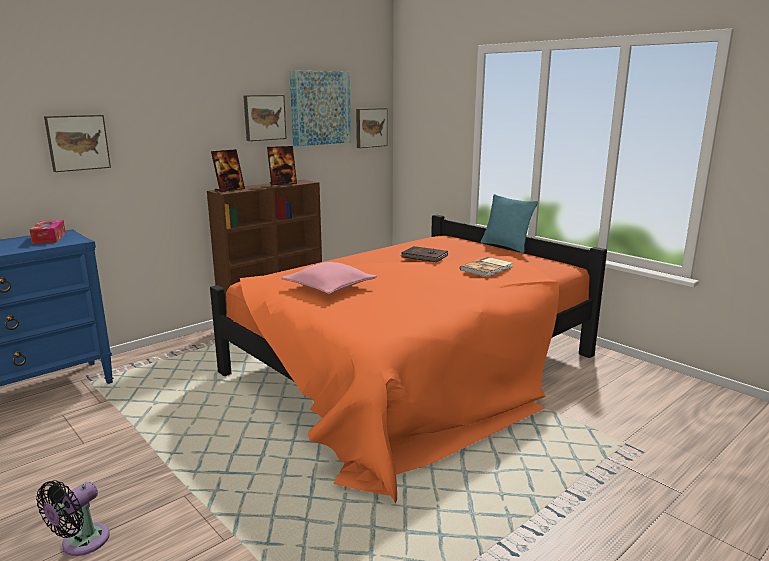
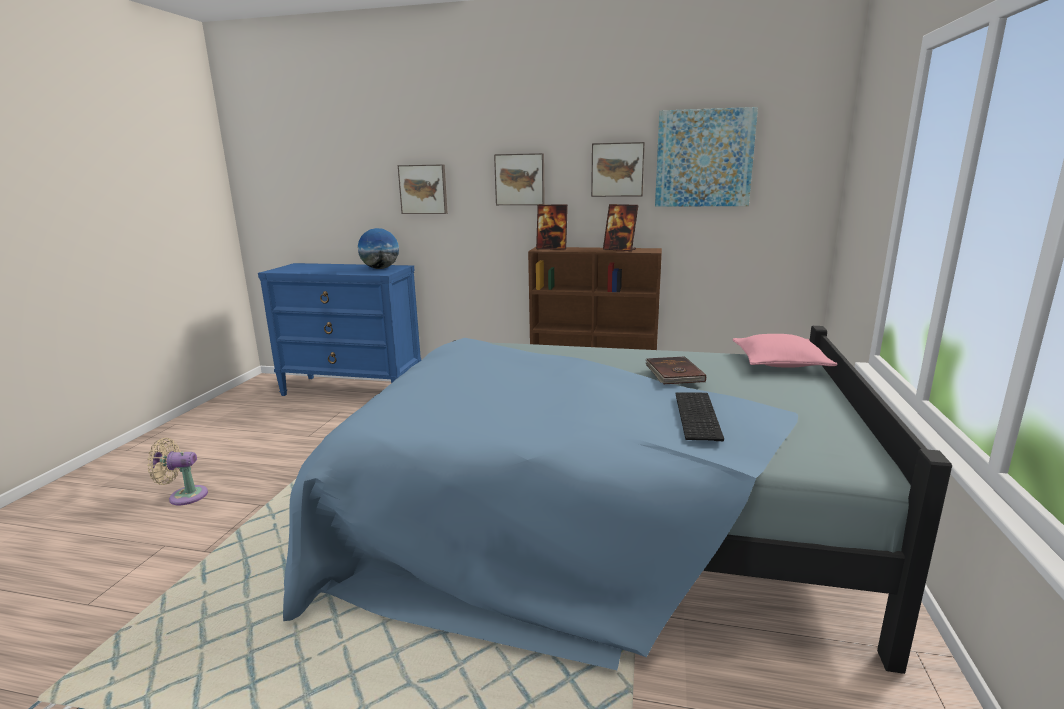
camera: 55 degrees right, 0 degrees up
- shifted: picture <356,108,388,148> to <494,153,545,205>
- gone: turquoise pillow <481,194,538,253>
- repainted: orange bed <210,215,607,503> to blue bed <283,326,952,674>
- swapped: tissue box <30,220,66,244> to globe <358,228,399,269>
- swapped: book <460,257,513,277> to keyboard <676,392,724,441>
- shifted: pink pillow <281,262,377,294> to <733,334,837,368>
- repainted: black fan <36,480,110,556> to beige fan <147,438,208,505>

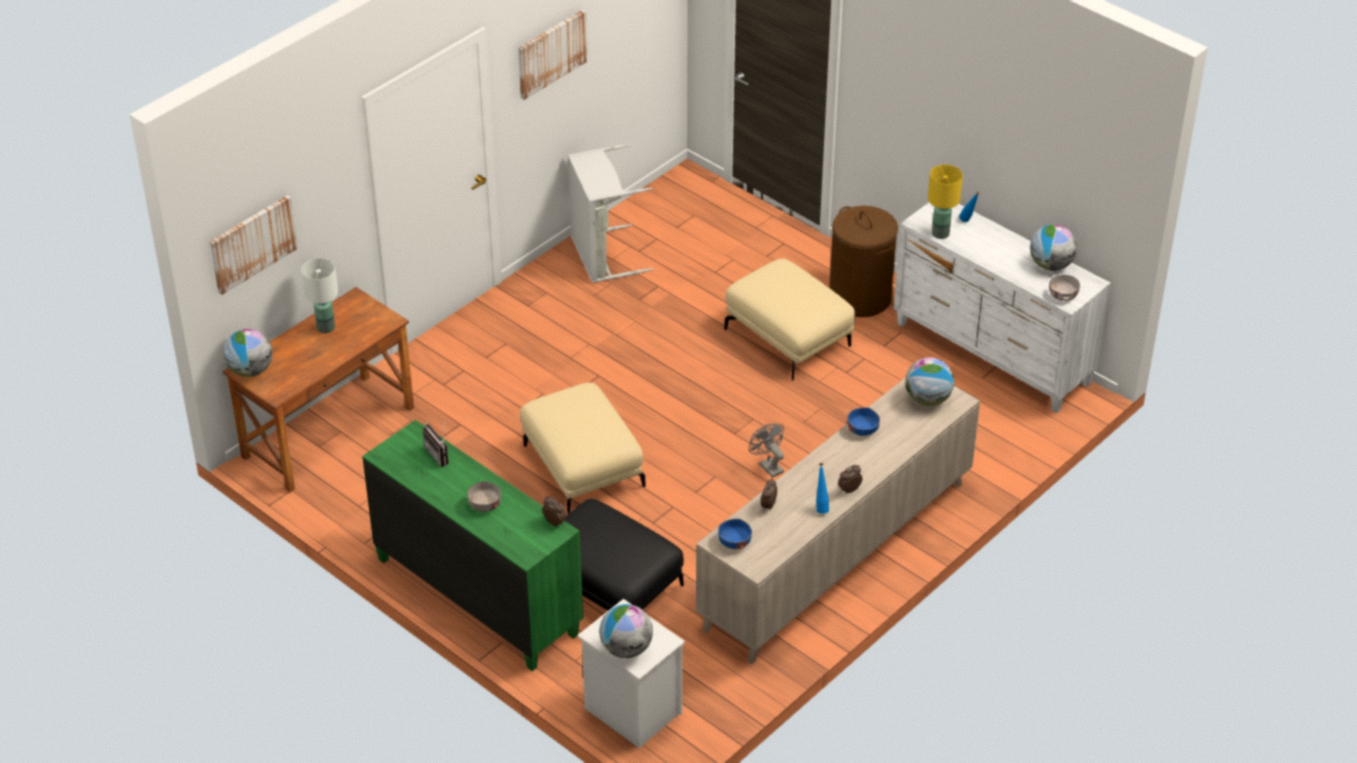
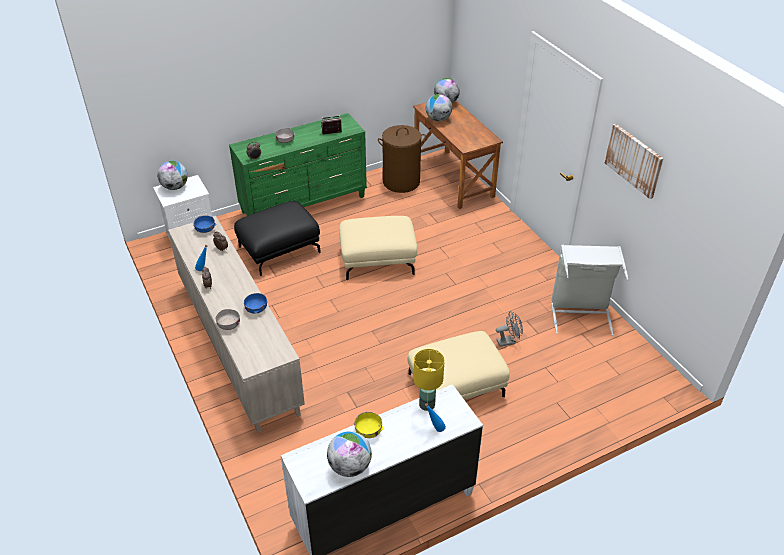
camera: 110 degrees right, 0 degrees up
- gone: picture <210,195,298,295>
- shifted: brown laundry basket <829,206,898,317> to <378,125,426,193>
- gone: white table lamp <301,258,338,333>
- shifted: grey bowl <1049,275,1080,301> to <216,309,240,330>
- shifted: globe <905,357,954,406> to <426,94,452,122>
- shifted: grey fan <749,423,784,478> to <496,311,523,347>
- new: yellow bowl <354,412,384,438>

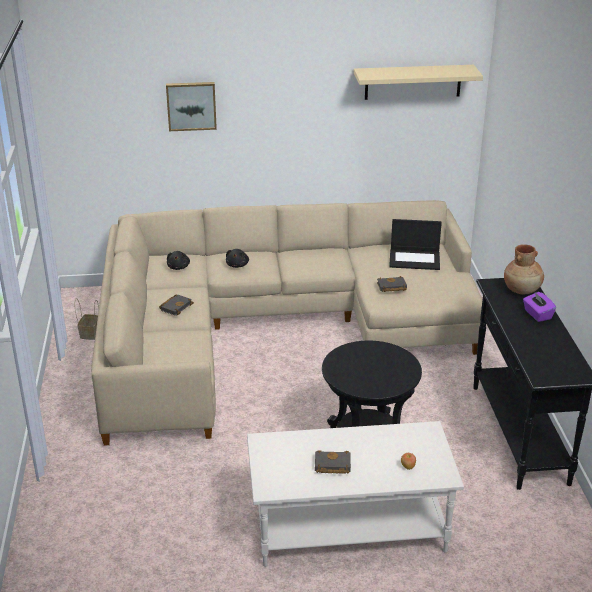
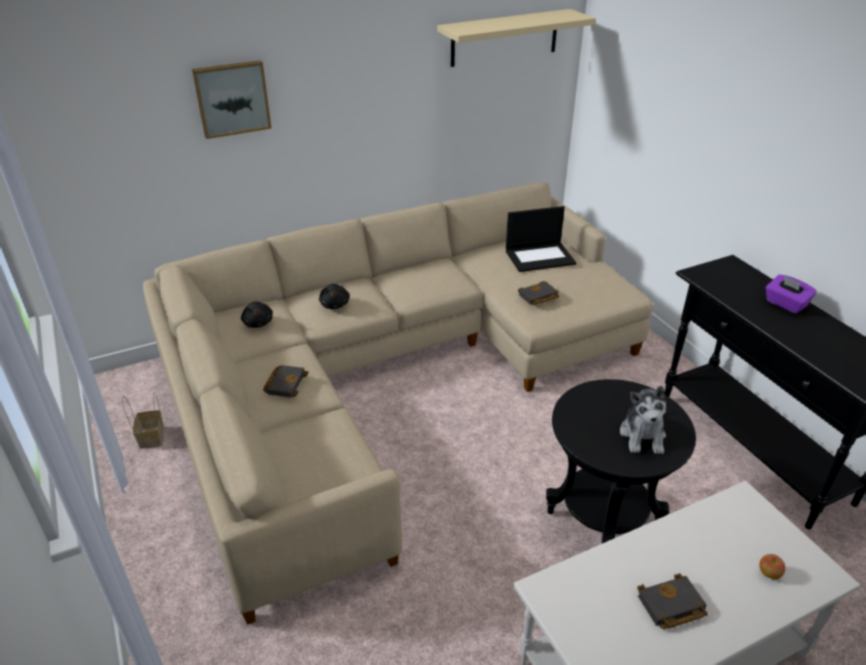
camera: 20 degrees left, 5 degrees up
- gone: brown vase <504,244,544,294>
- new: plush toy <620,386,666,454>

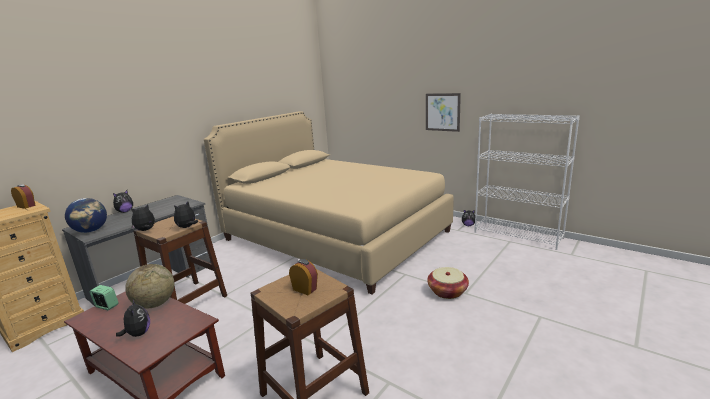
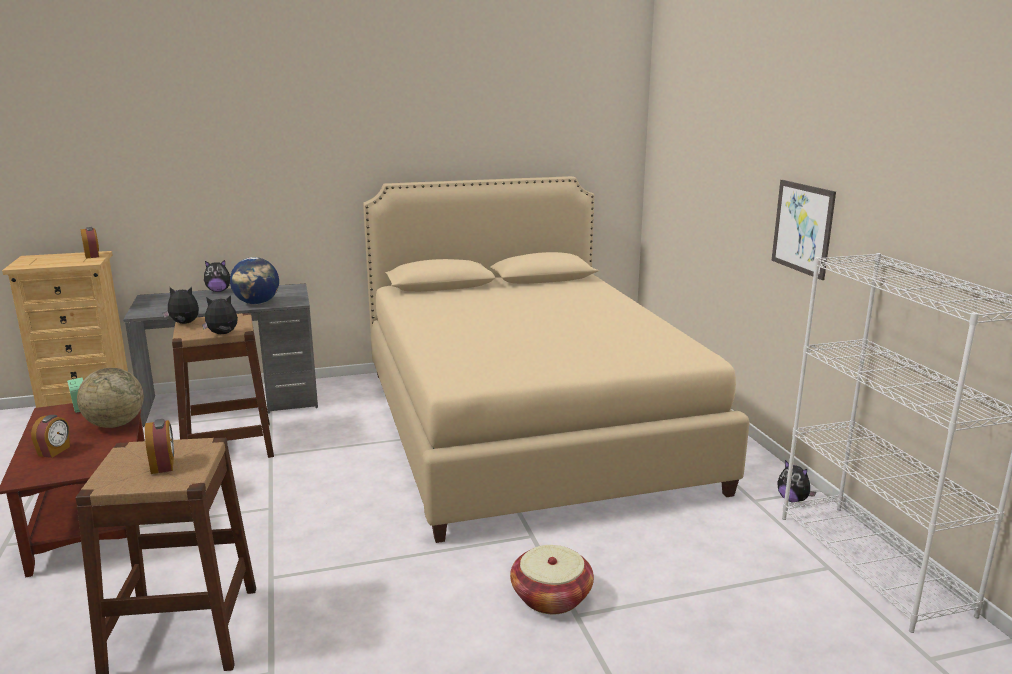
camera: 35 degrees right, 0 degrees up
- shifted: globe <65,198,107,233> to <230,257,279,304>
- swapped: plush toy <116,299,150,337> to alarm clock <31,415,70,458>

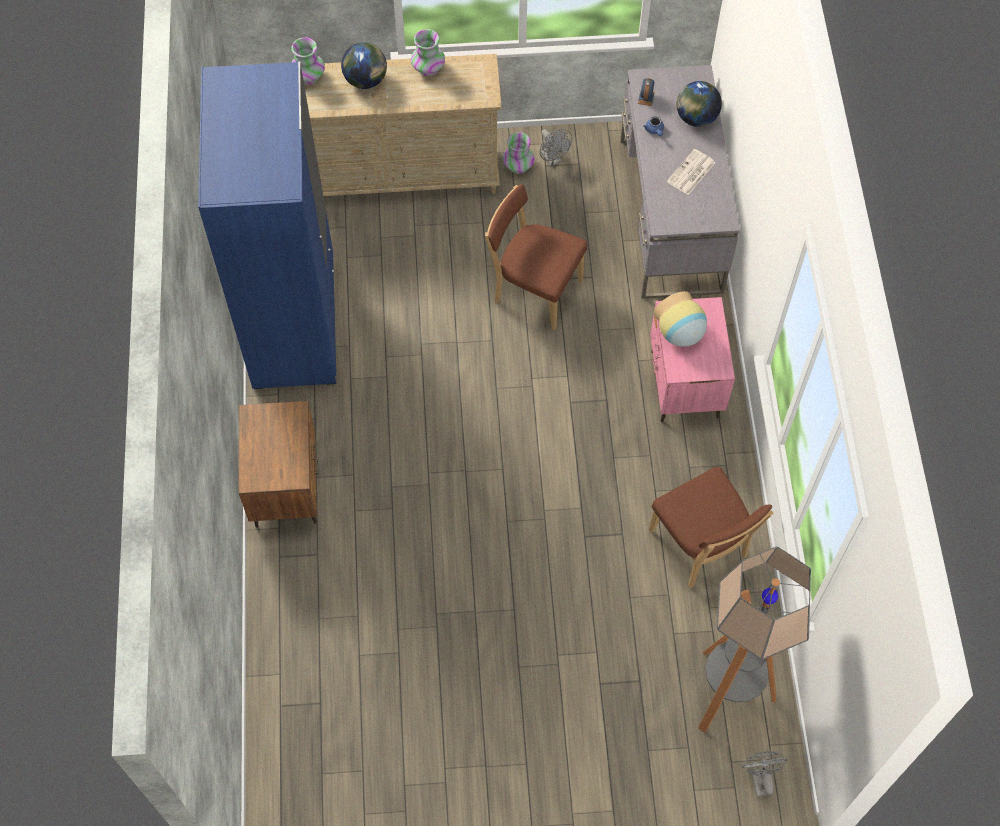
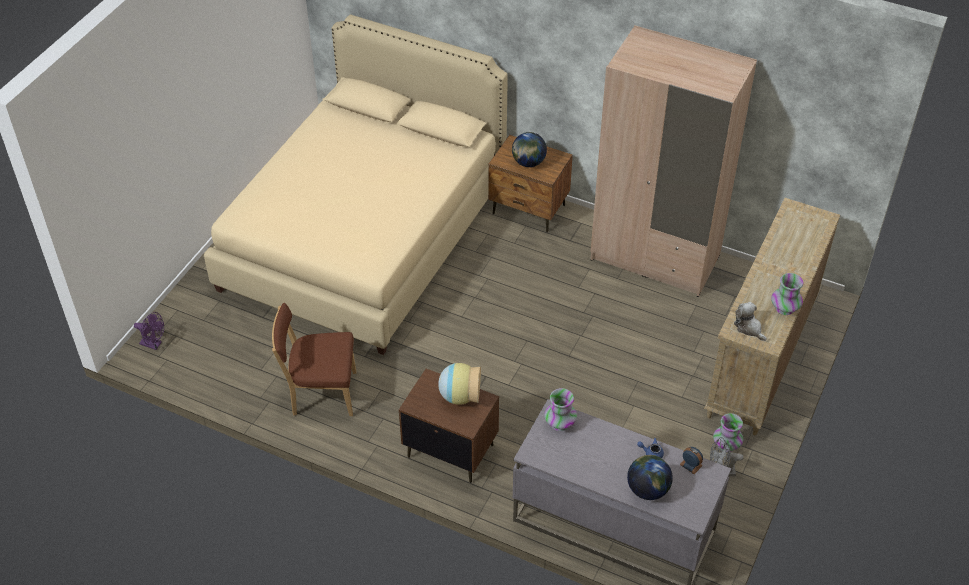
camera: 120 degrees right, 15 degrees down
- shifted: vase <291,37,325,85> to <544,388,577,431>
- shifted: globe <341,42,387,89> to <512,132,547,167>
- repainted: blue wardrobe <198,61,336,389> to beige wardrobe <590,25,757,297>
- gone: newspaper <667,149,715,195>
- gone: brown chair <485,184,587,330>
- repainted: pink nightstand <650,297,735,422> to brown nightstand <399,369,499,483>
- gone: floor lamp <698,547,811,733>
- repainted: grey fan <741,751,787,797> to purple fan <134,312,164,350>
- new: beige bed <204,15,508,355>
- new: plush toy <734,302,767,341>

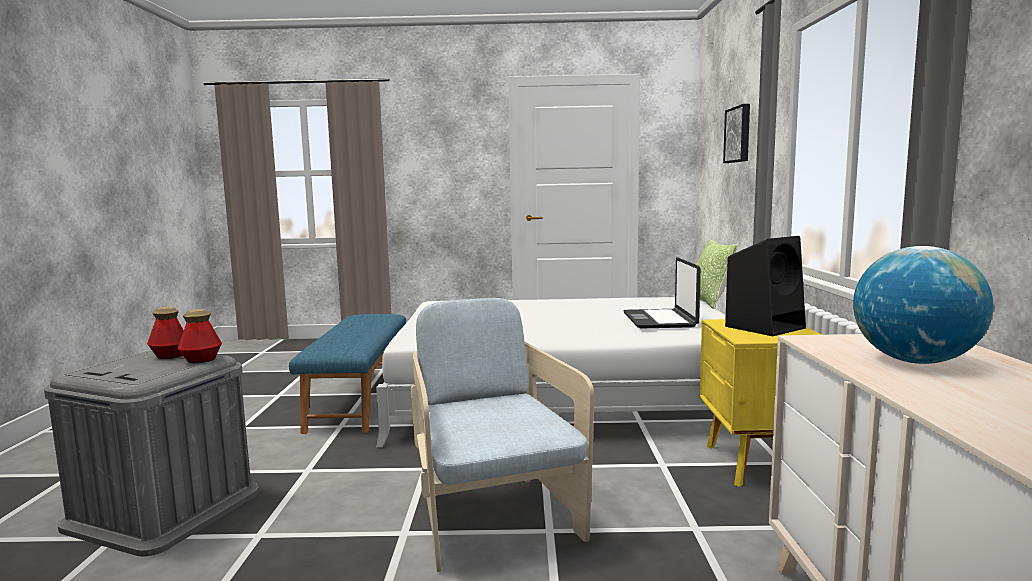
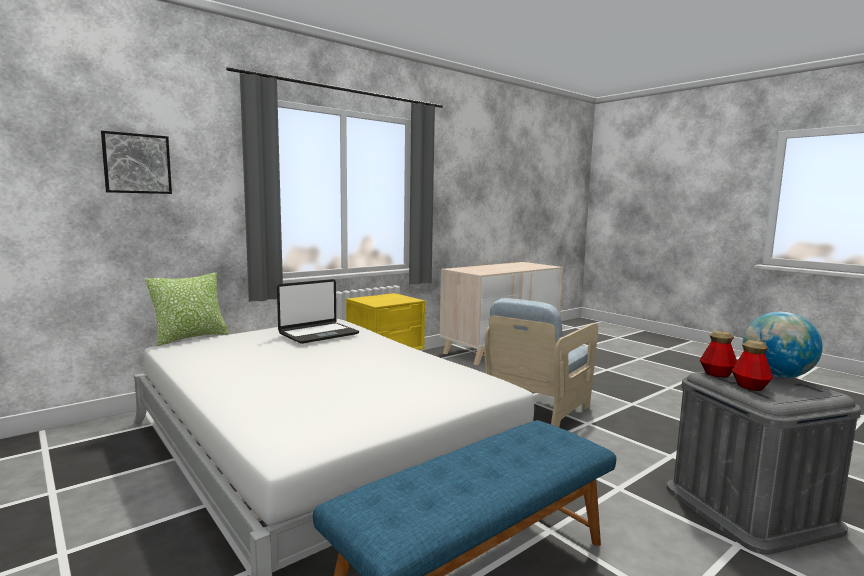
camera: 130 degrees left, 0 degrees up
- gone: black speaker <725,236,806,336>
- shifted: globe <853,246,994,364> to <743,312,823,378>

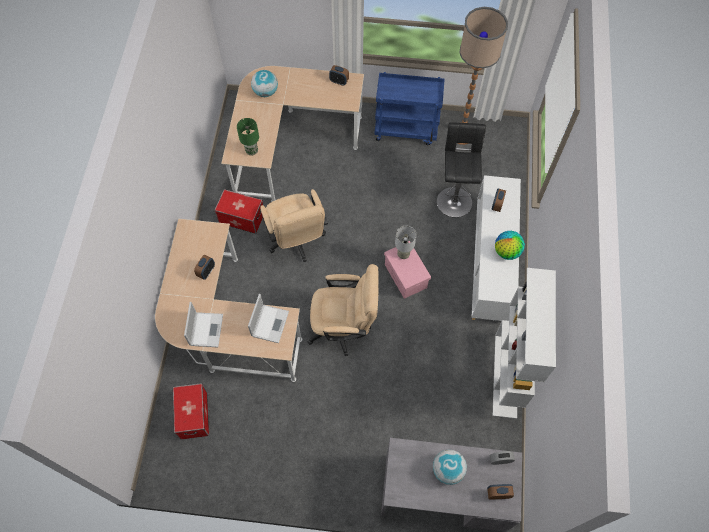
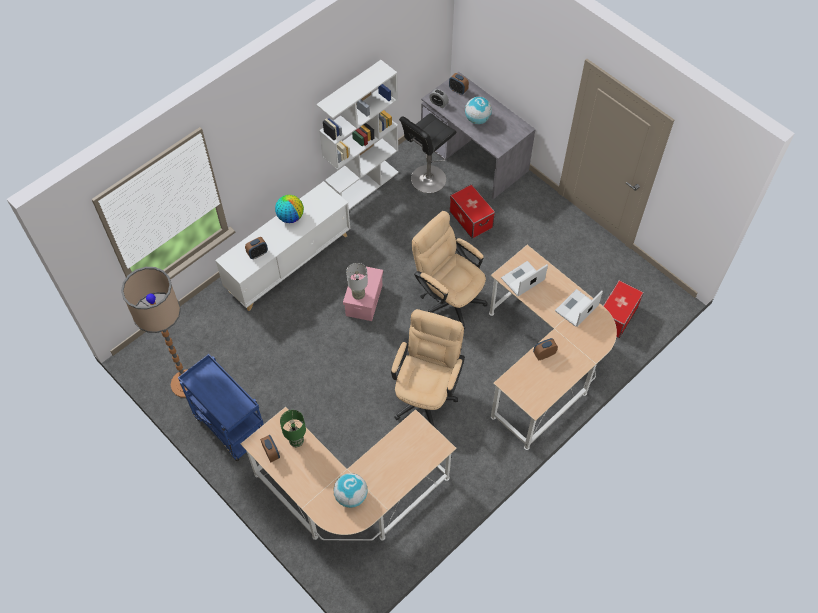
camera: 140 degrees left, 5 degrees down
- shifted: green table lamp <237,118,259,156> to <280,410,306,447>
- shifted: black stool <437,122,486,217> to <399,113,456,193>
- shifted: storage box <214,189,263,234> to <450,184,495,239>

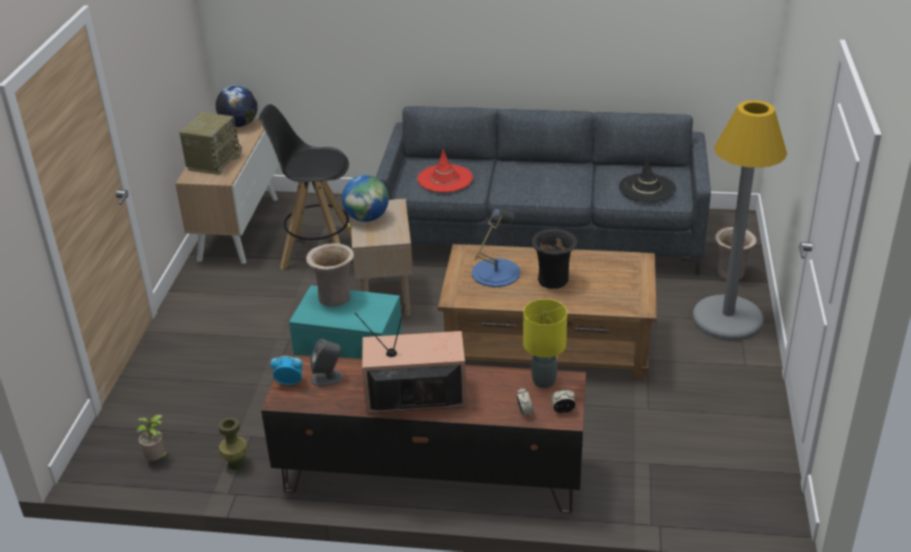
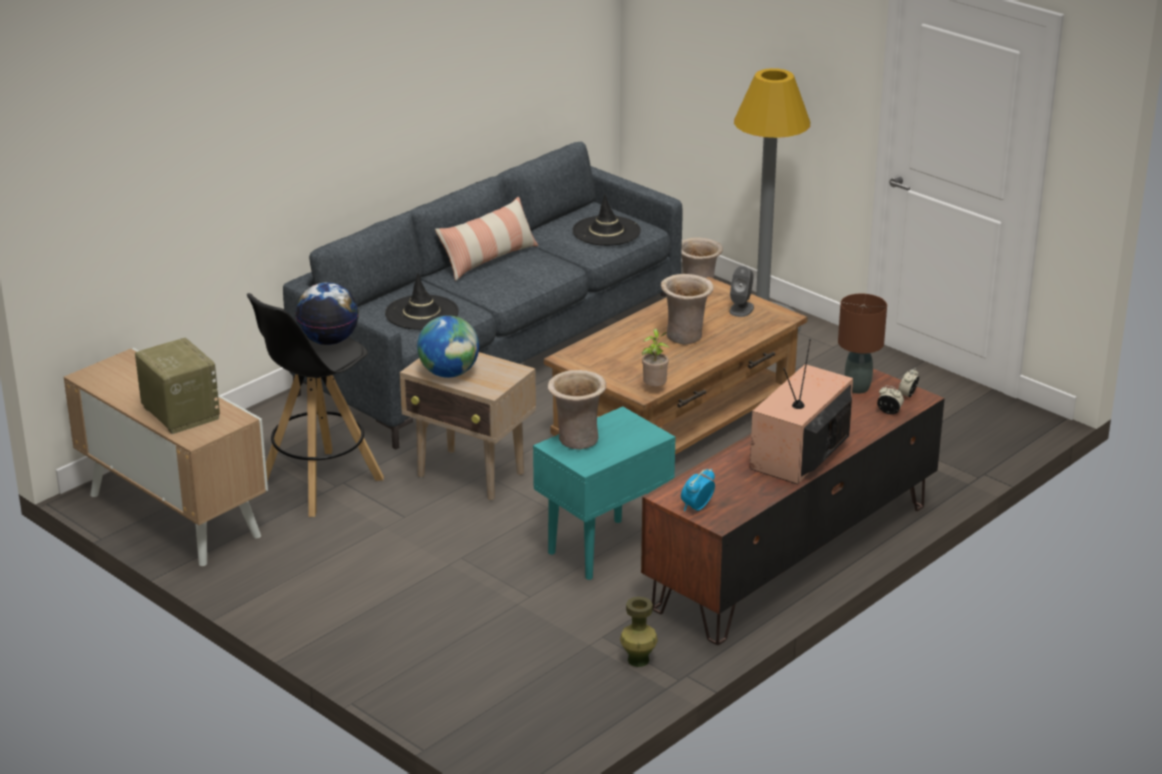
camera: 55 degrees left, 5 degrees down
- shifted: globe <216,85,258,127> to <296,282,359,345>
- repainted: red hat <418,149,473,192> to black hat <385,273,459,330>
- gone: blue table lamp <472,208,520,287>
- repainted: black vase <532,229,578,289> to beige vase <661,274,714,344>
- repainted: yellow table lamp <523,299,567,388> to brown table lamp <838,293,887,394>
- shifted: grey speaker <310,339,343,386> to <729,266,754,317>
- shifted: potted plant <136,415,168,461> to <642,328,670,387>
- new: pillow <435,196,538,281>

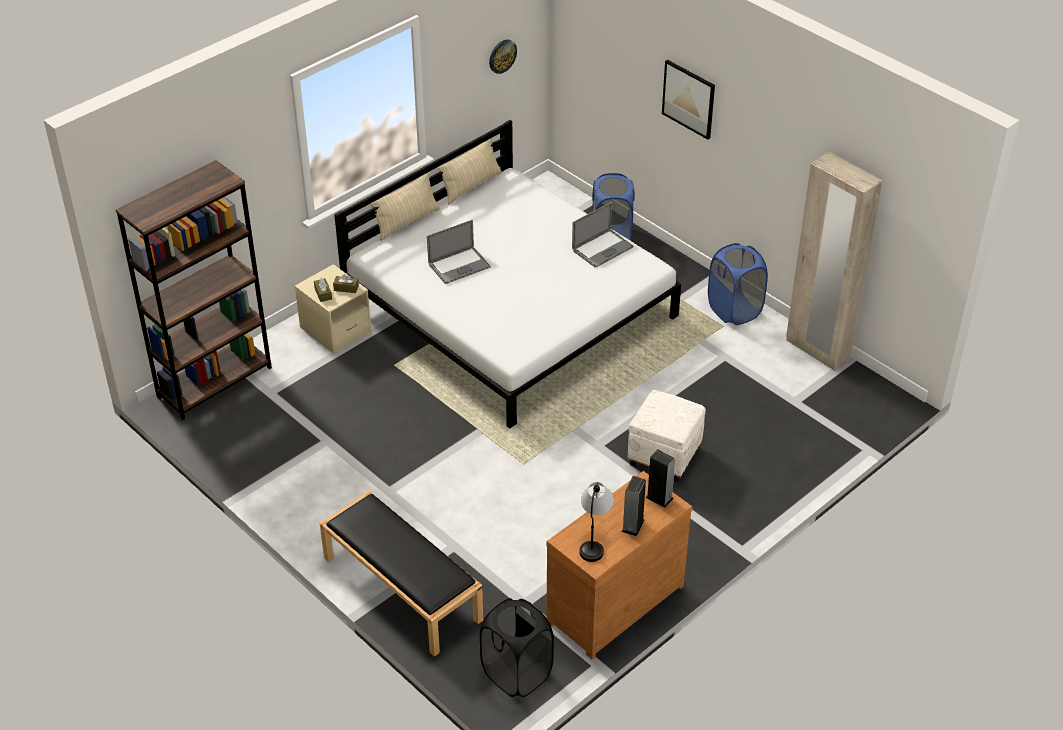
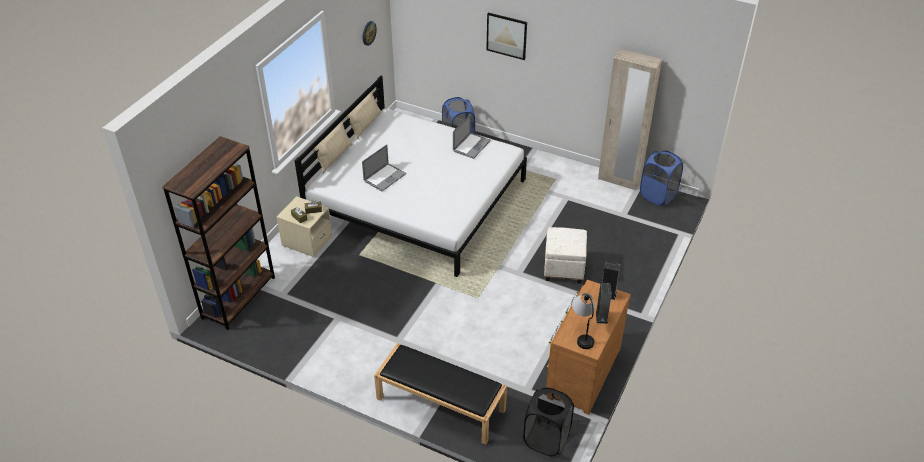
camera: 20 degrees left, 0 degrees up
- shifted: blue laundry basket <708,243,768,325> to <640,151,683,205>

